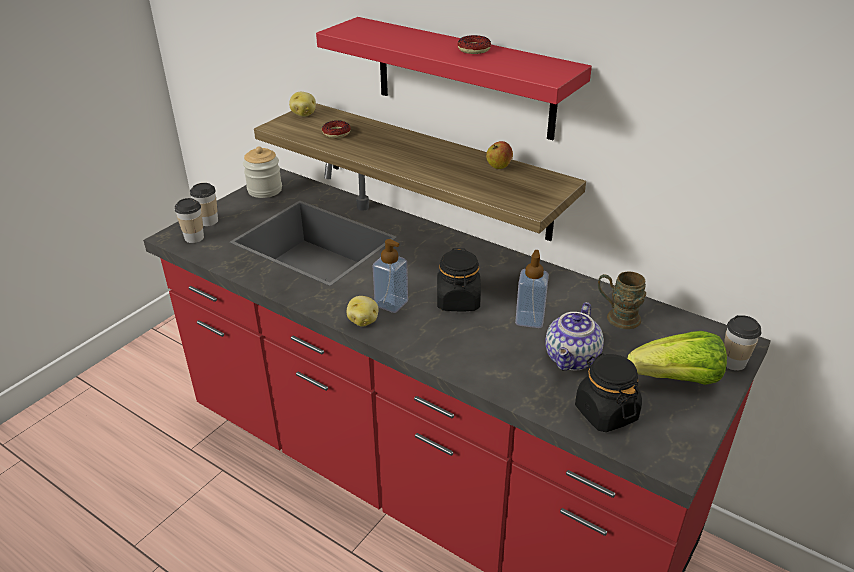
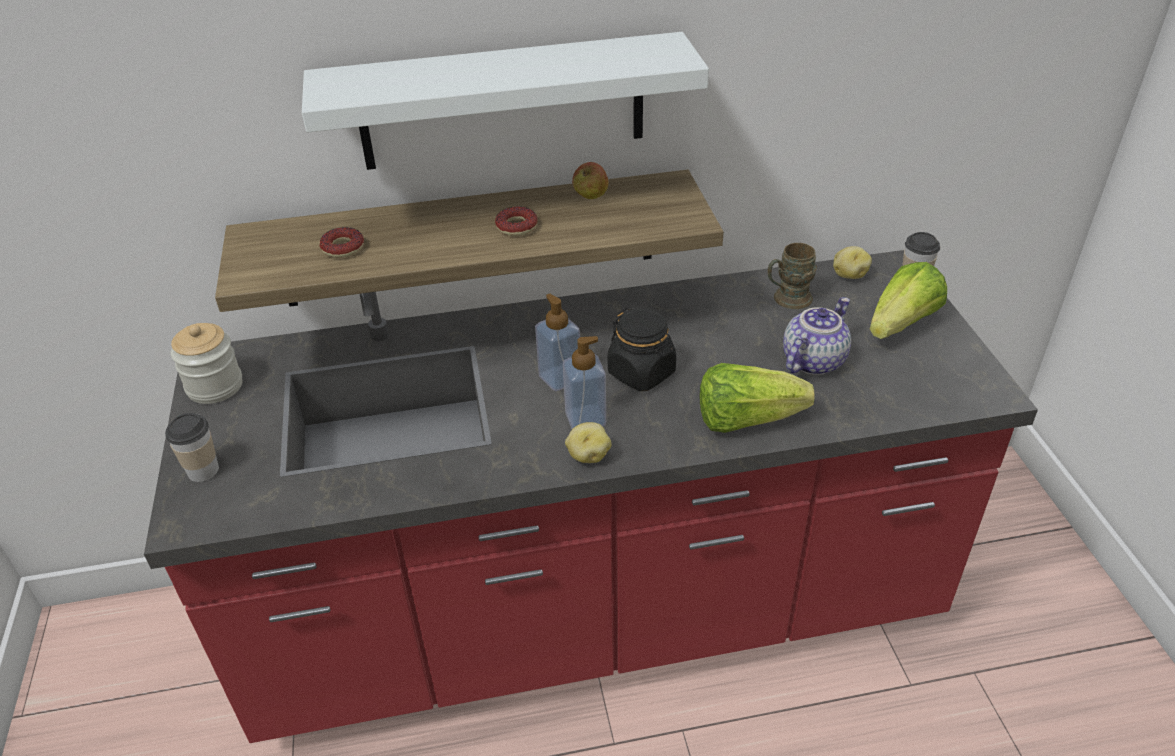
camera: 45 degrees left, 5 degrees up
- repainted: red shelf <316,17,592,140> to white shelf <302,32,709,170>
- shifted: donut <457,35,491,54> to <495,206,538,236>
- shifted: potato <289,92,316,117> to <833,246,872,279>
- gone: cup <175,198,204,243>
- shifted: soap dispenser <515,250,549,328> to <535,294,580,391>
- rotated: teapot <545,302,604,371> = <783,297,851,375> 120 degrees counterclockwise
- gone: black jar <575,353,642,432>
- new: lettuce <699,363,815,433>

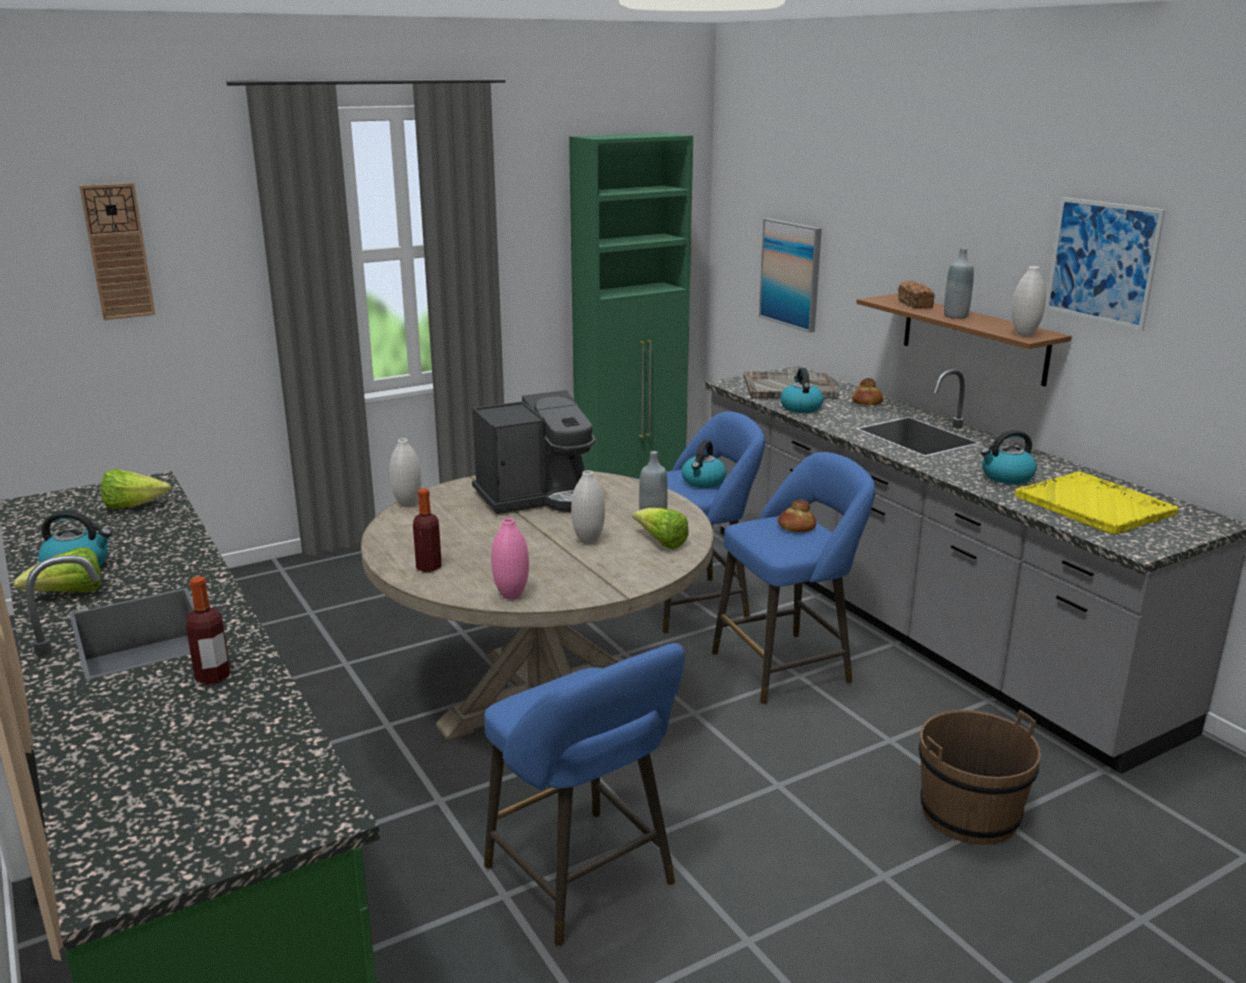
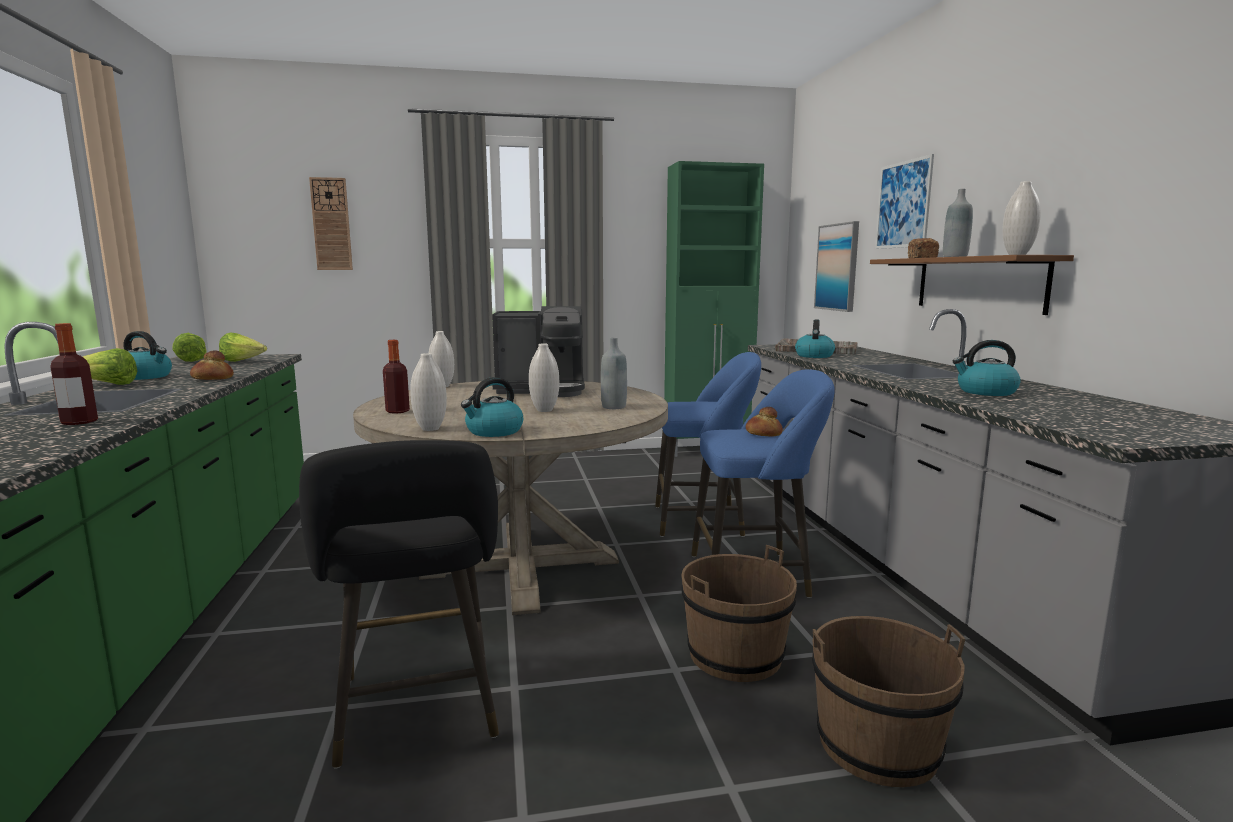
camera: 20 degrees right, 10 degrees down
- shifted: picture <1045,197,1165,330> to <875,154,934,249>
- shifted: bread <852,378,883,405> to <190,350,234,380>
- shifted: kettle <681,440,727,488> to <461,377,523,437>
- gone: yellow tray <1015,471,1178,535>
- shifted: lettuce <633,508,689,549> to <172,333,207,362>
- repainted: pink vase <491,518,529,600> to white vase <410,353,447,431>
- repainted: blue stool <484,643,685,946> to black stool <299,440,499,769>
- new: brown bucket <682,545,797,682>

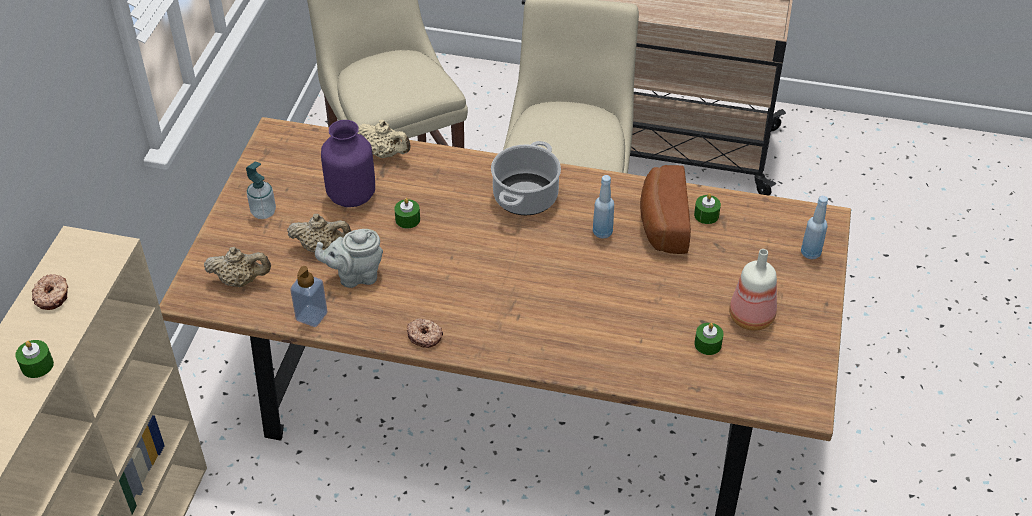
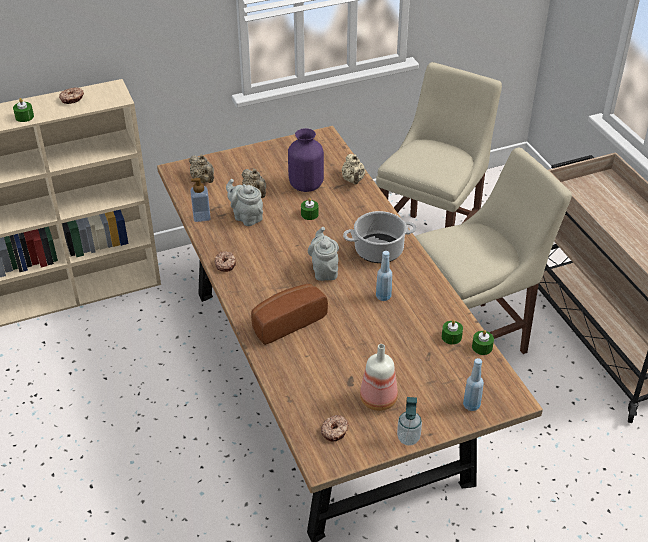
camera: 55 degrees right, 5 degrees down
- shifted: soap dispenser <246,162,276,219> to <397,397,422,446>
- shifted: bread <640,165,691,254> to <251,284,328,345>
- shifted: green candle <694,323,724,355> to <472,330,494,355>
- new: grey teapot <308,227,339,281>
- new: donut <321,415,349,441>

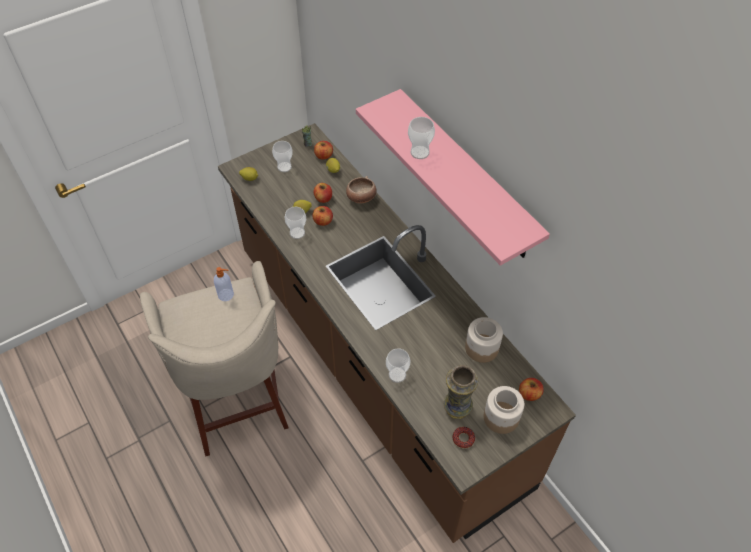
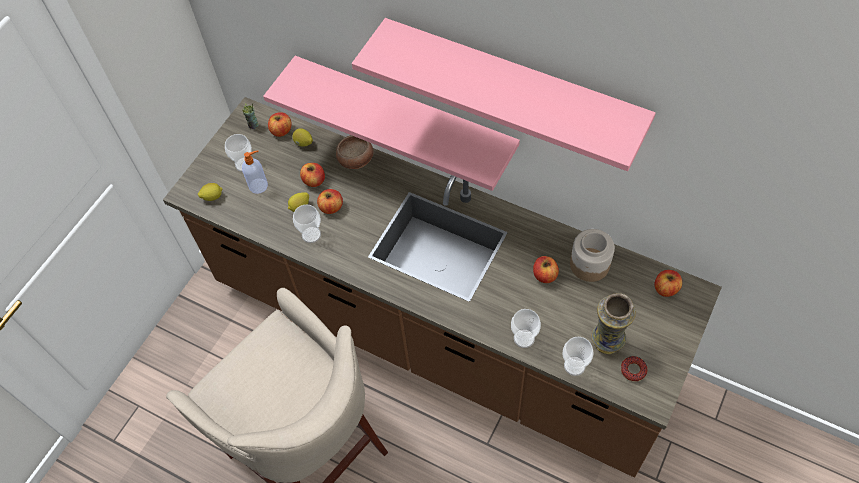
camera: 25 degrees left, 5 degrees up
- shifted: cup <408,117,435,159> to <562,337,594,376>
- shifted: soap dispenser <214,267,234,301> to <242,150,268,194>
- gone: jar <484,386,524,434>
- new: pink shelf <263,56,520,191>
- new: apple <533,256,559,283>

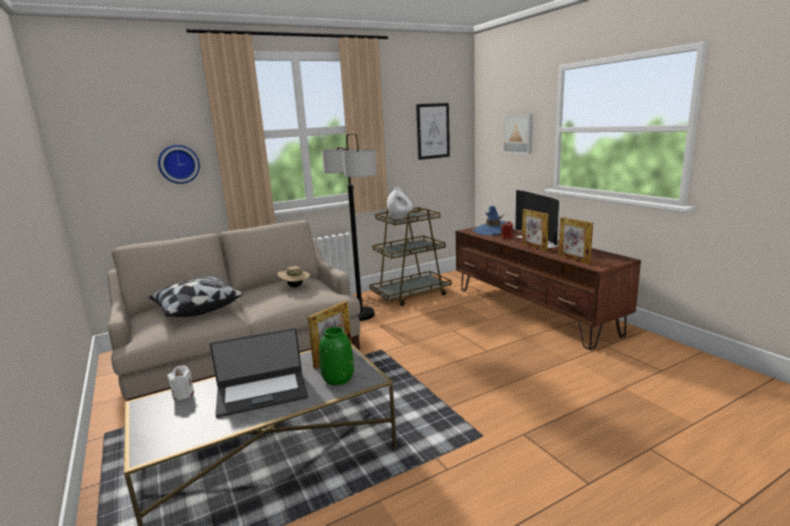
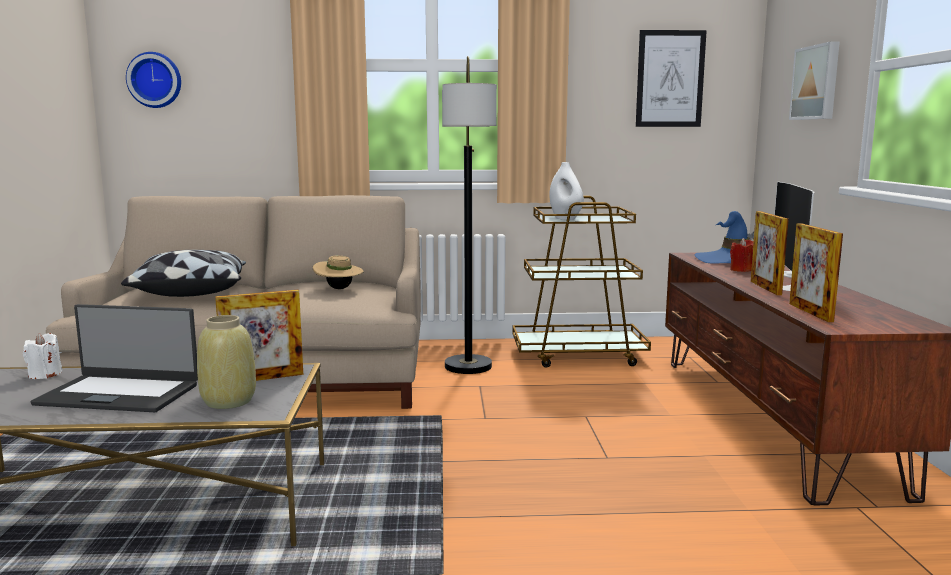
camera: 25 degrees right, 5 degrees down
- shifted: wall clock <158,145,200,184> to <126,52,181,108>
- repainted: green vase <319,327,354,385> to beige vase <197,315,256,409>

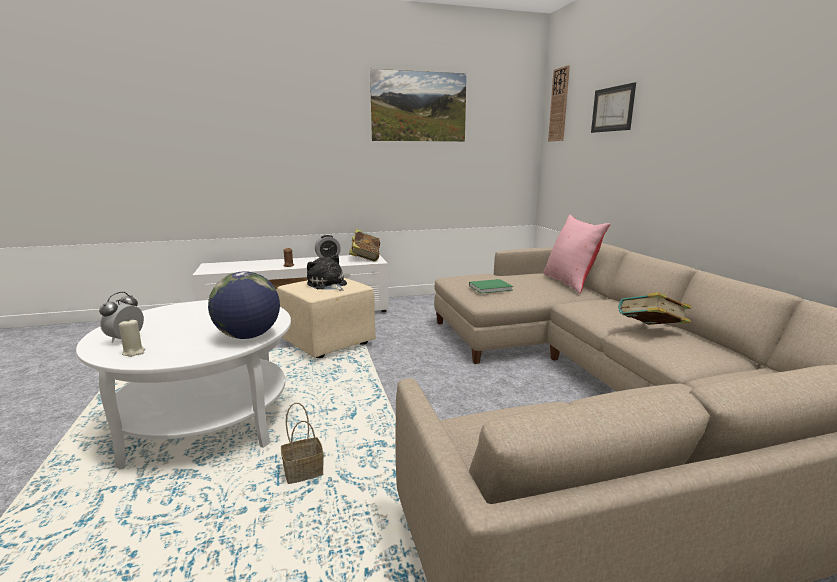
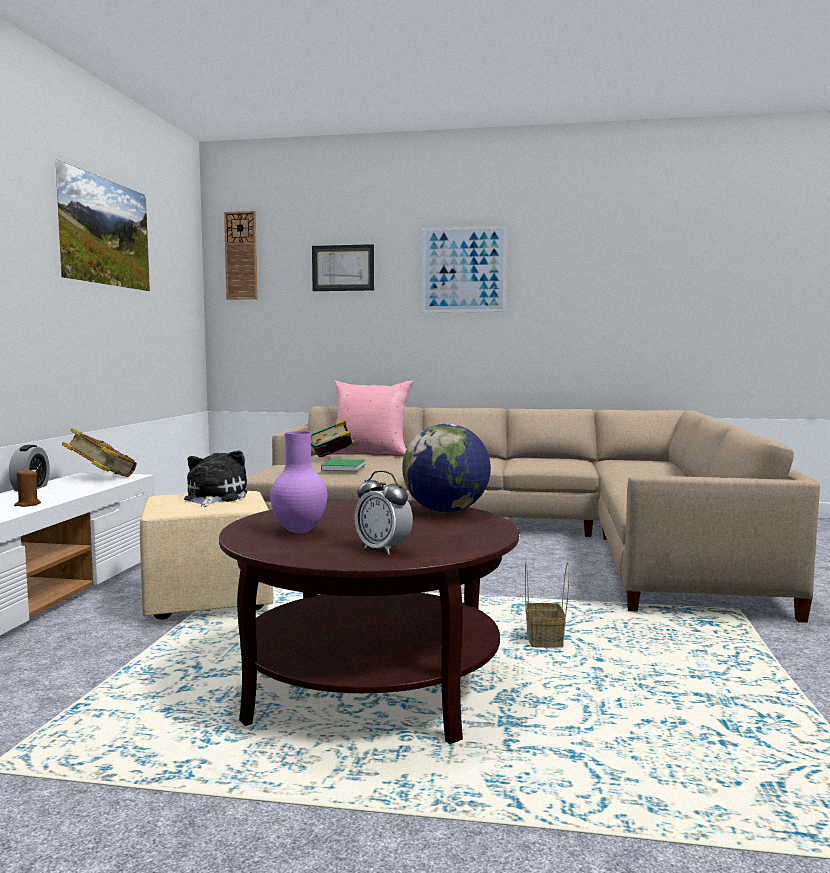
camera: 65 degrees left, 10 degrees down
- rotated: plush toy <307,254,347,291> = <184,450,247,507> 105 degrees clockwise
- shifted: book <618,292,691,325> to <311,419,355,457>
- repainted: white coffee table <76,300,291,469> to brown coffee table <219,500,519,744>
- gone: beige candle <119,319,146,357>
- new: picture <423,226,507,313>
- new: purple vase <270,431,327,533>

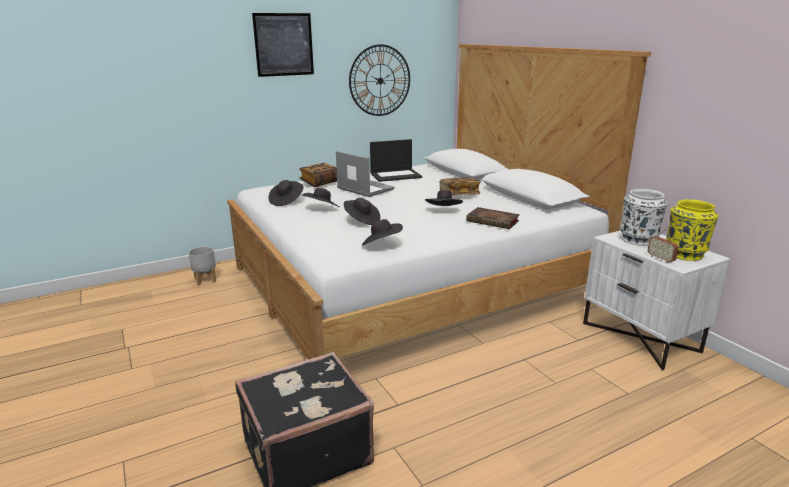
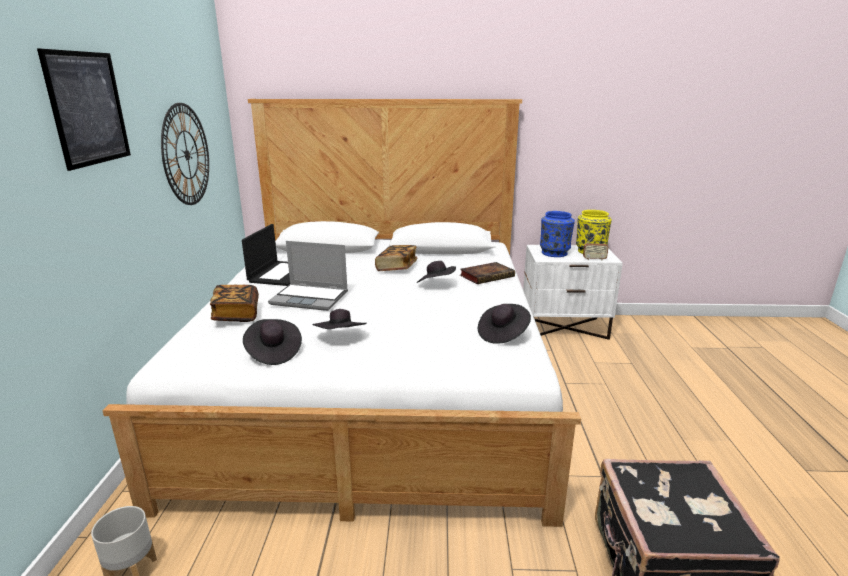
camera: 60 degrees left, 0 degrees up
- rotated: laptop <336,151,395,197> = <268,241,348,311> 150 degrees counterclockwise
- repainted: white vase <620,189,668,246> to blue vase <540,211,575,257>
- gone: black hat <344,198,380,225>

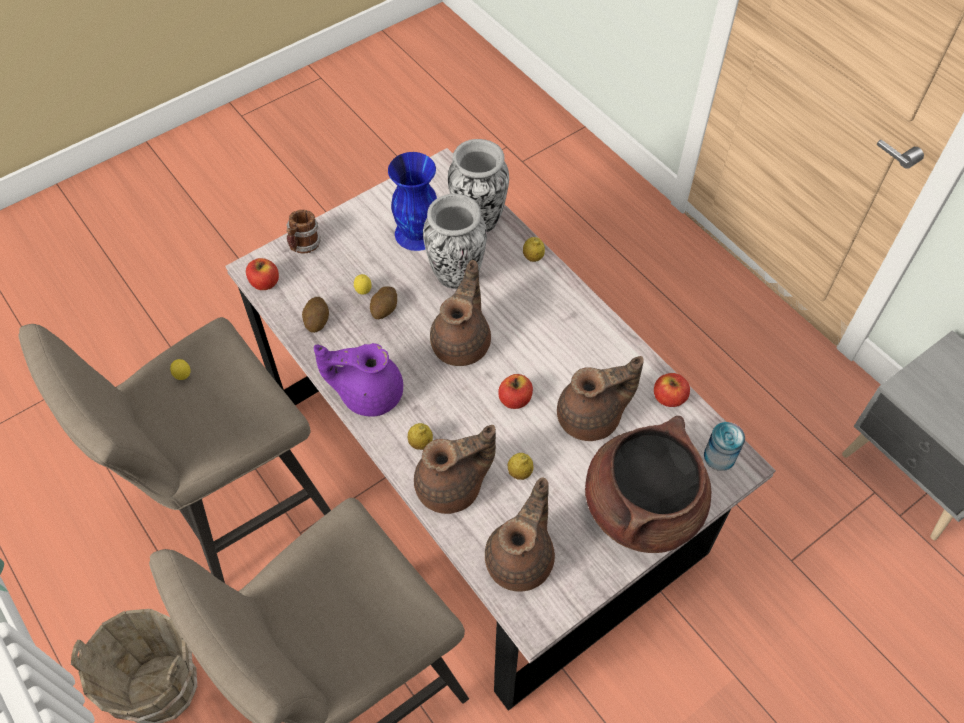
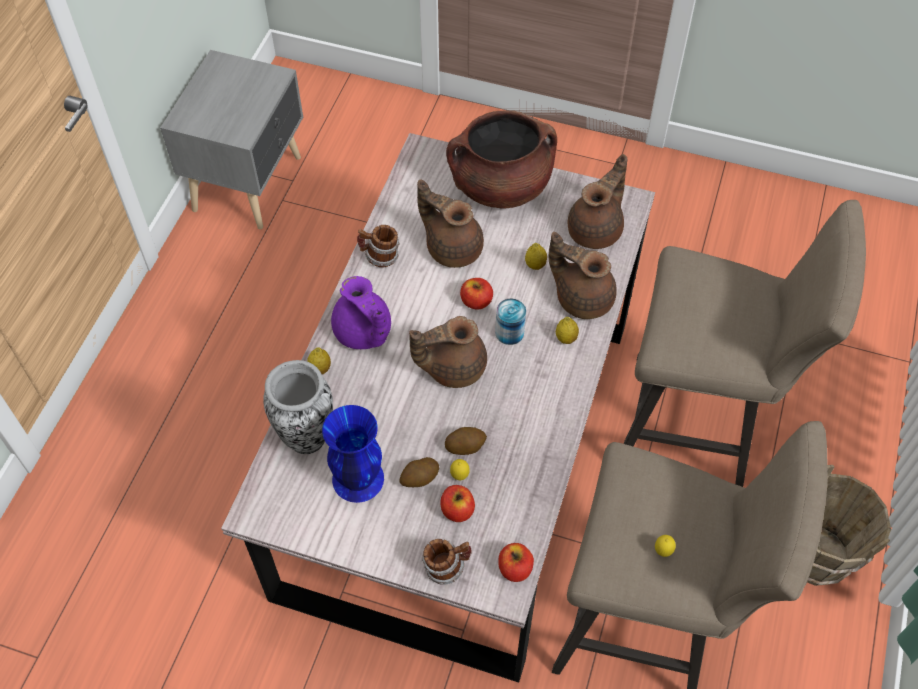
camera: 125 degrees left, 0 degrees up
- gone: vase <423,194,487,289>
- shifted: potato <302,297,329,333> to <400,457,439,487>
- shifted: purple teapot <314,343,403,417> to <331,276,391,349>
- shifted: apple <654,373,690,407> to <440,485,475,522>
- shifted: can <704,422,745,471> to <495,299,526,345>
- rotated: brown teapot <485,477,555,592> = <568,154,627,249> 135 degrees clockwise
- new: mug <357,225,400,267>

